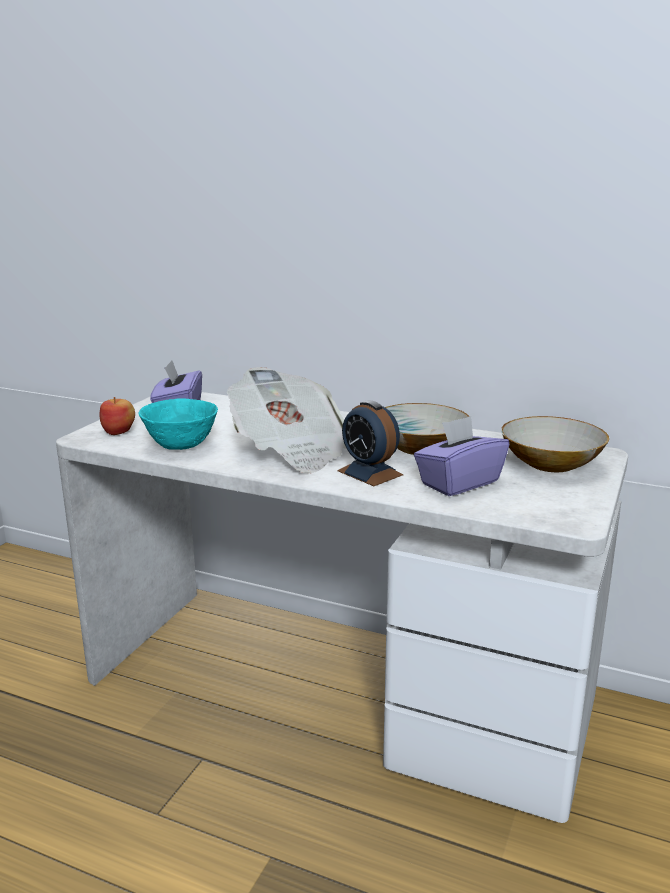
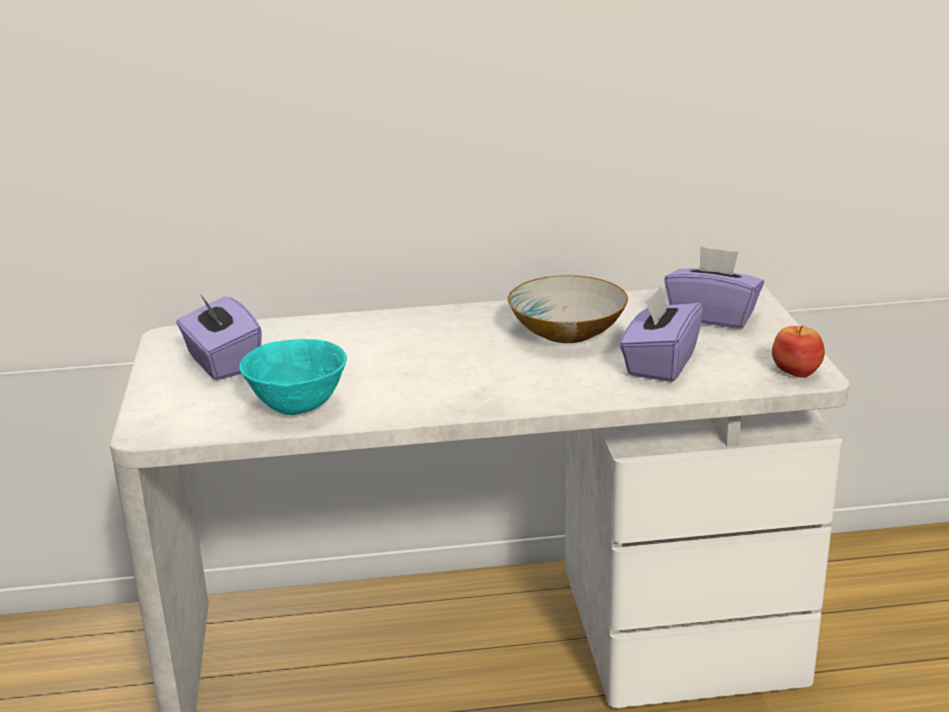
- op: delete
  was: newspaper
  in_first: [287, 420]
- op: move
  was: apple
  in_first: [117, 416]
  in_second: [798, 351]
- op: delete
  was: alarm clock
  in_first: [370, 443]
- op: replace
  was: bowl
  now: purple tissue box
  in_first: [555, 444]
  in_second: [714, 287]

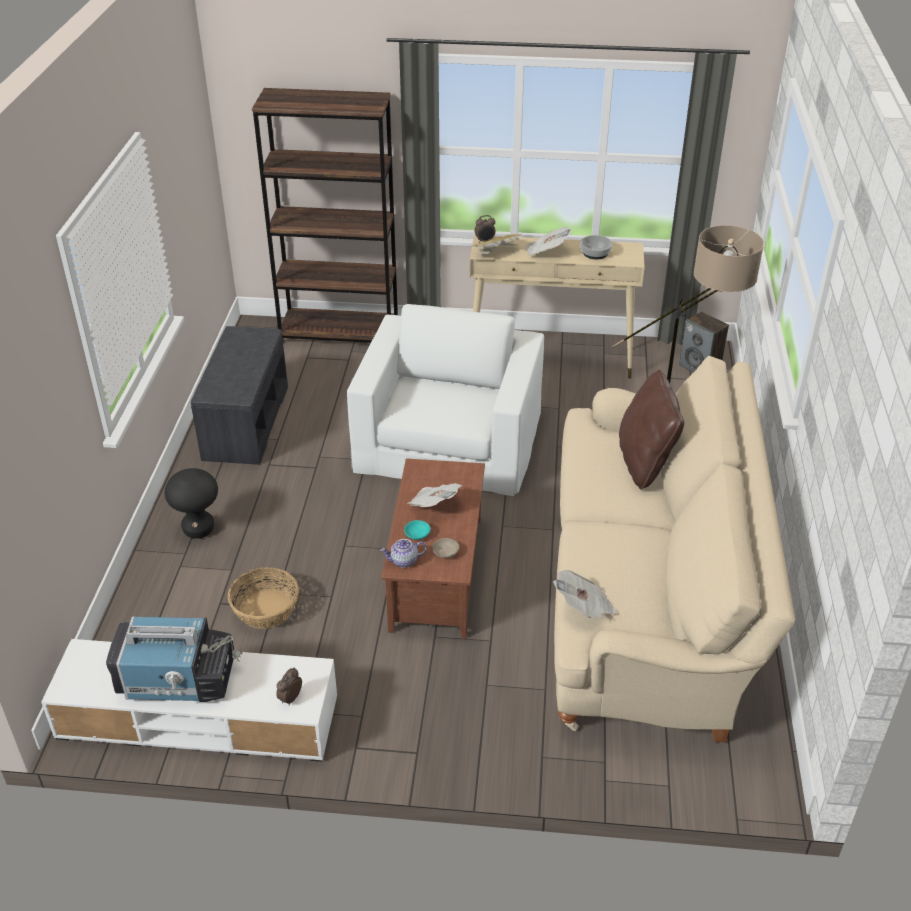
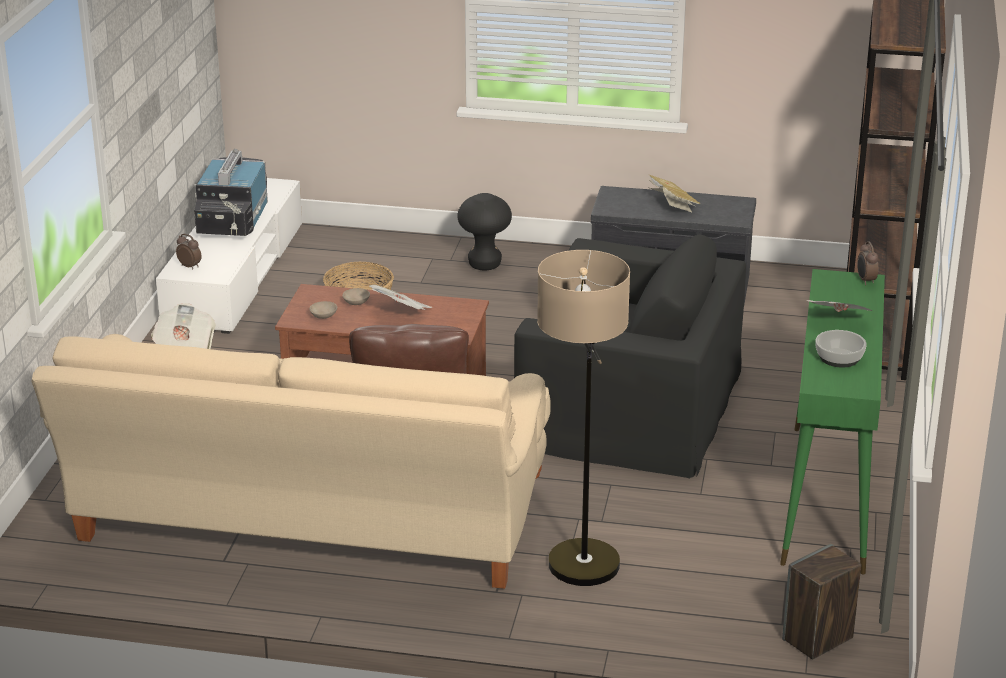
- op: move
  was: book
  in_first: [496, 244]
  in_second: [674, 193]
- op: recolor
  was: beige console table
  now: green console table
  in_first: [557, 307]
  in_second: [832, 421]
- op: recolor
  was: white armchair
  now: black armchair
  in_first: [445, 400]
  in_second: [630, 356]
- op: recolor
  was: turquoise bowl
  now: beige bowl
  in_first: [417, 530]
  in_second: [356, 296]
- op: delete
  was: teapot
  in_first: [404, 553]

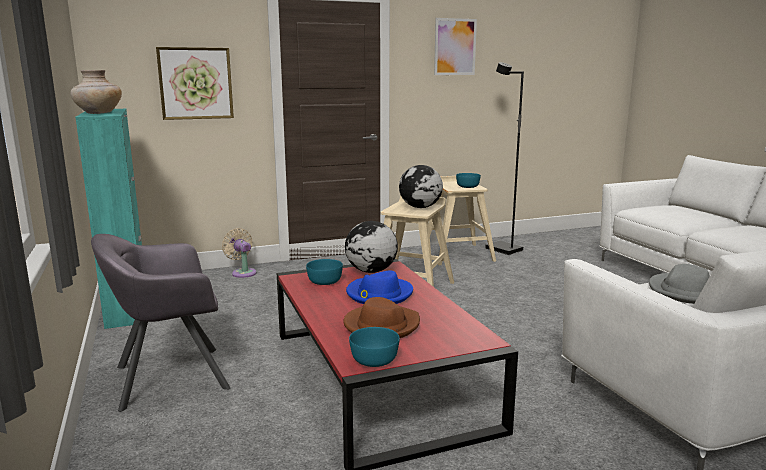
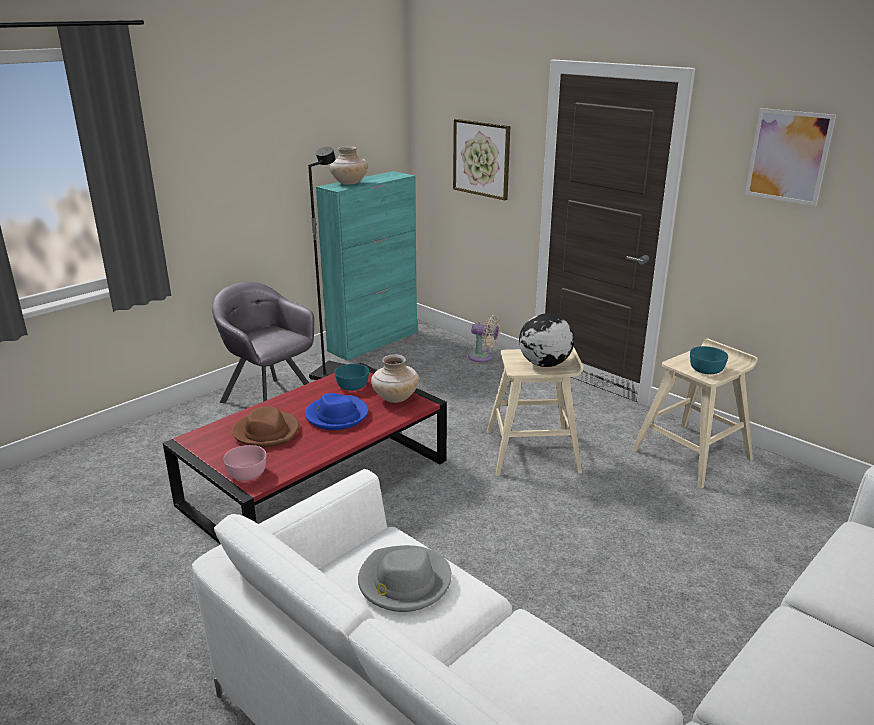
- op: move
  was: black floor lamp
  in_first: [504, 158]
  in_second: [327, 263]
- op: replace
  was: globe
  now: beige vase
  in_first: [371, 247]
  in_second: [395, 378]
- op: rotate
  was: beige fan
  in_first: [239, 253]
  in_second: [484, 338]
  clockwise: 90
- op: delete
  was: turquoise bowl
  in_first: [374, 347]
- op: insert
  now: pink bowl
  in_second: [244, 463]

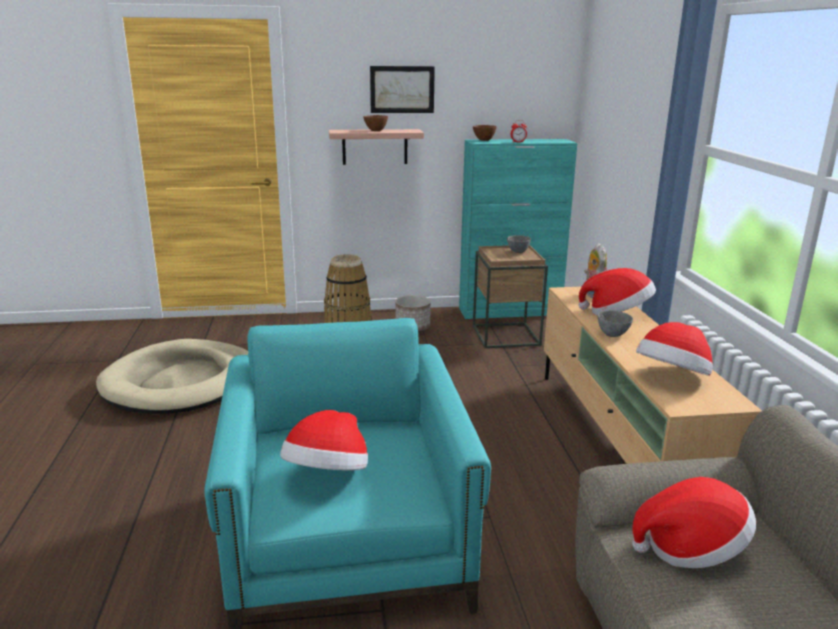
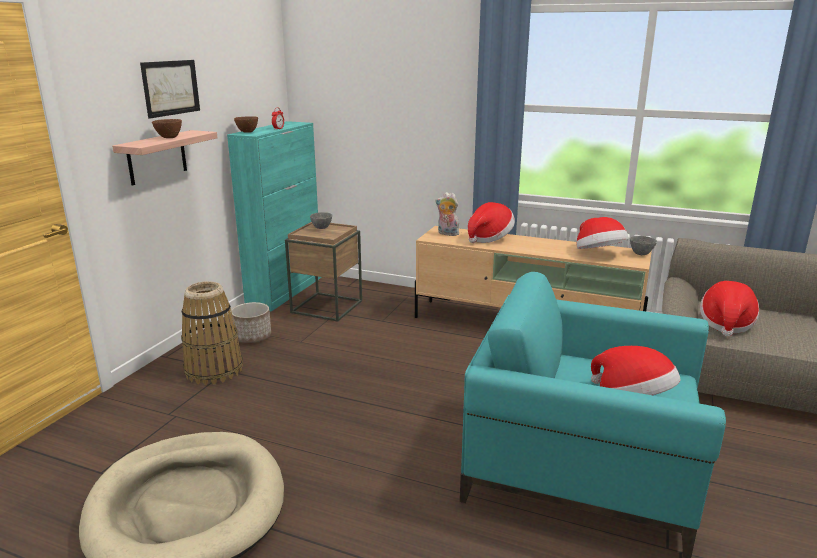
- op: move
  was: grey bowl
  in_first: [615, 323]
  in_second: [643, 245]

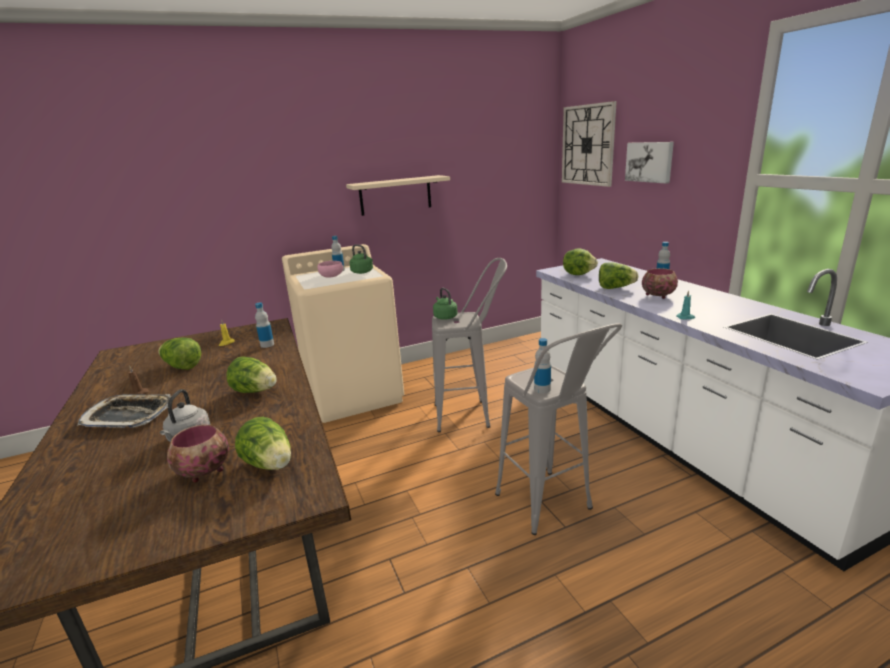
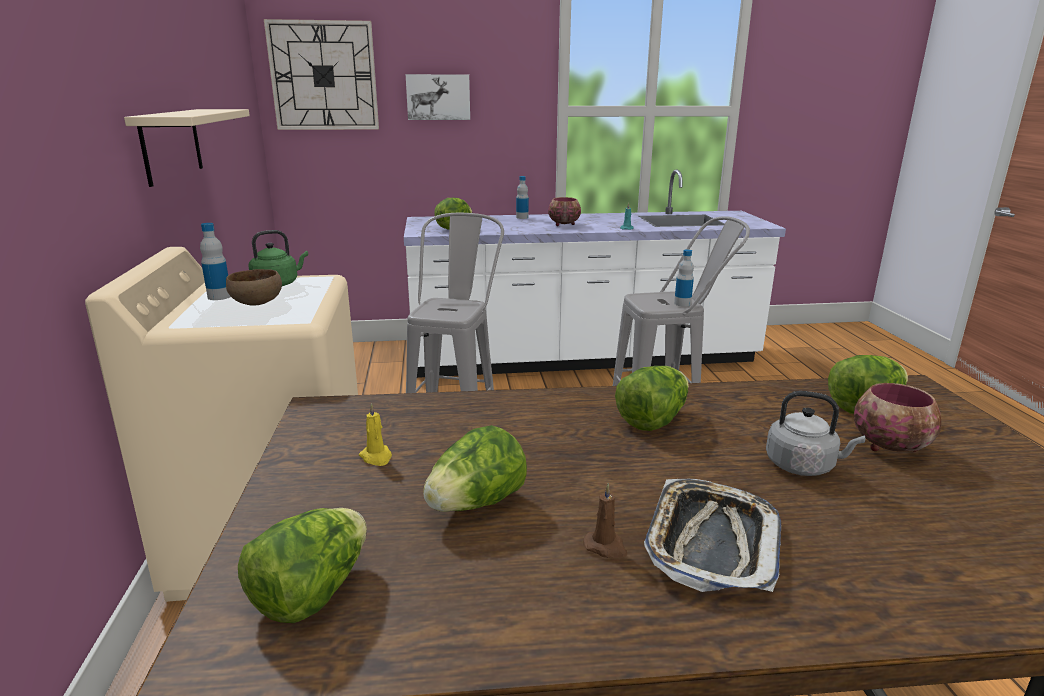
- op: recolor
  was: pink bowl
  now: brown bowl
  in_first: [330, 269]
  in_second: [254, 287]
- op: move
  was: lettuce
  in_first: [618, 275]
  in_second: [302, 565]
- op: delete
  was: green kettle
  in_first: [445, 304]
- op: delete
  was: bottle
  in_first: [264, 325]

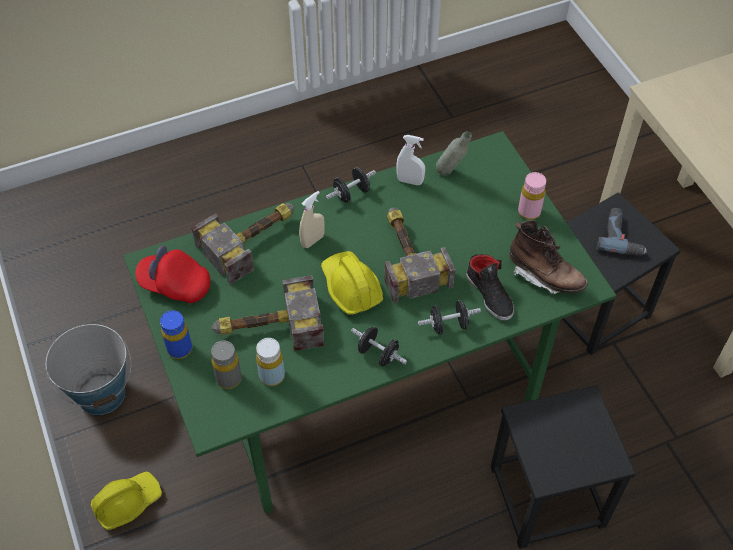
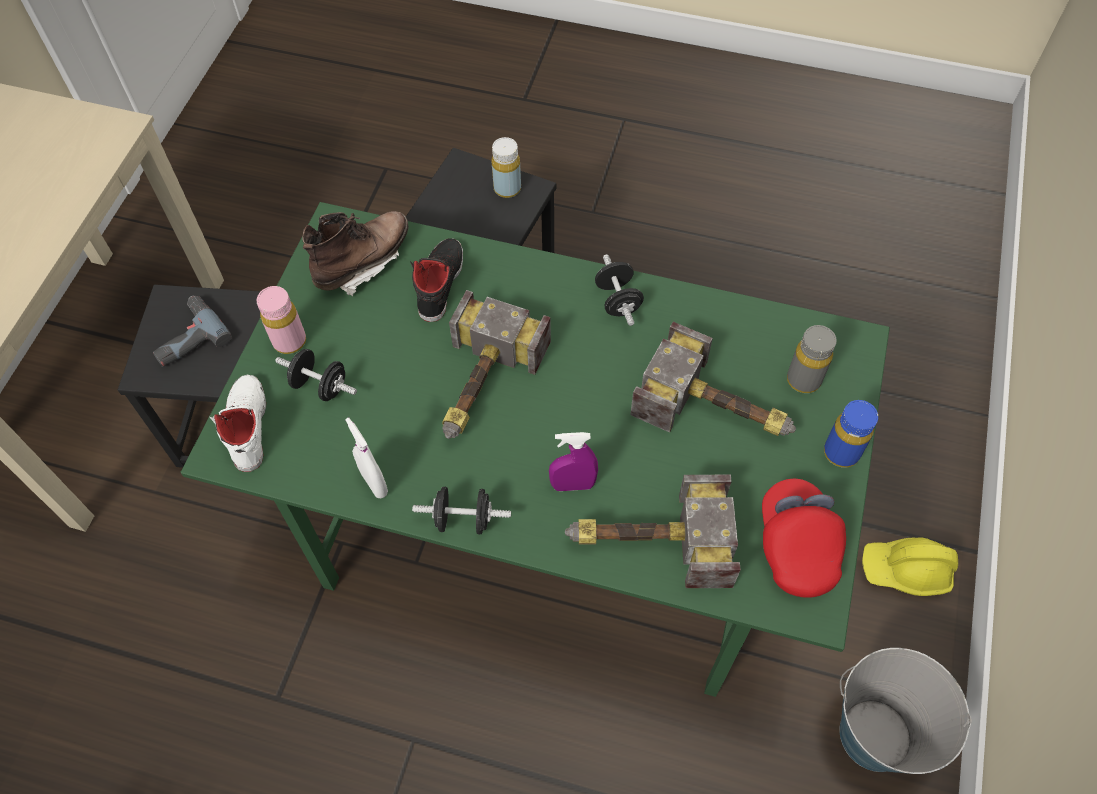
- op: delete
  was: grey bottle
  in_first: [454, 153]
- op: recolor
  was: beige spray bottle
  now: purple spray bottle
  in_first: [312, 219]
  in_second: [573, 461]
- op: rotate
  was: brown boot
  in_first: [548, 257]
  in_second: [355, 253]
  clockwise: 60
- op: rotate
  was: red cap
  in_first: [173, 274]
  in_second: [804, 538]
  clockwise: -150
- op: delete
  was: yellow hard hat
  in_first: [352, 283]
- op: move
  was: black dumbbell
  in_first: [449, 317]
  in_second: [316, 375]
- op: move
  was: yellow bottle
  in_first: [270, 362]
  in_second: [506, 167]
- op: insert
  now: white shoe
  in_second: [238, 423]

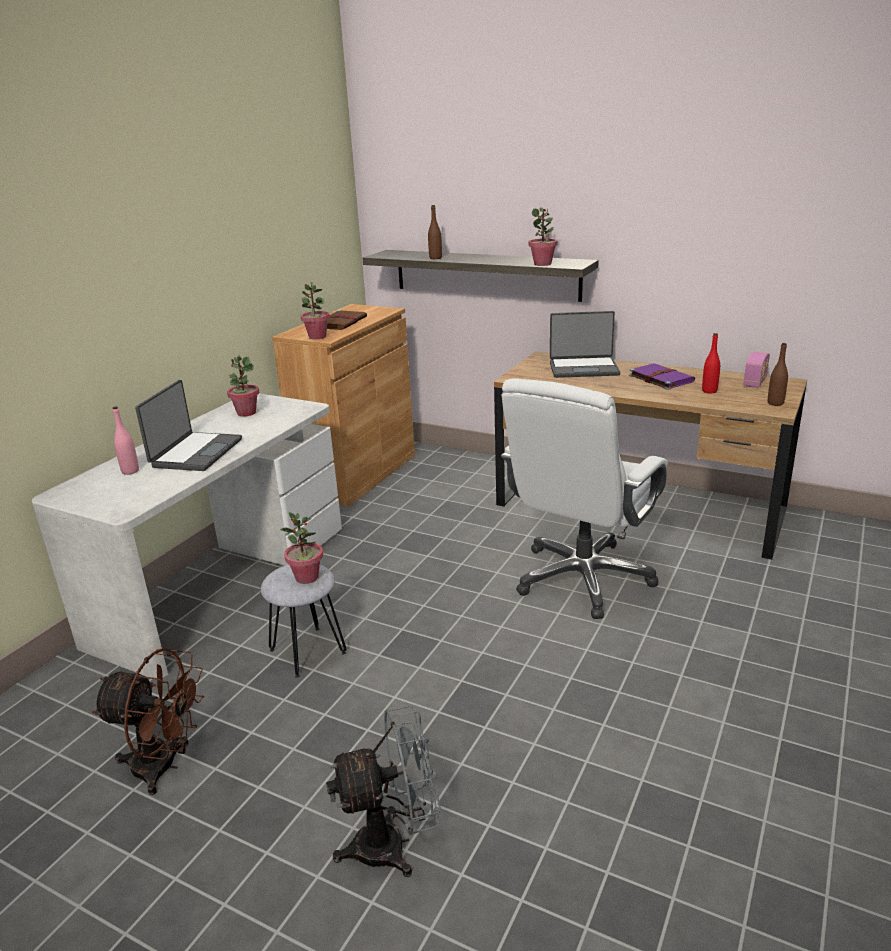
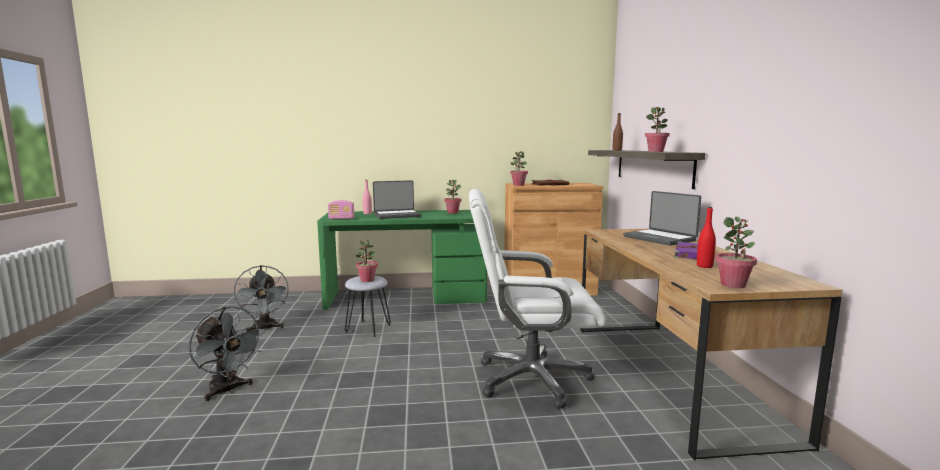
- op: replace
  was: brown bottle
  now: potted plant
  in_first: [778, 374]
  in_second: [736, 252]
- op: move
  was: radio
  in_first: [756, 369]
  in_second: [341, 209]
- op: recolor
  was: white desk
  now: green desk
  in_first: [187, 535]
  in_second: [402, 260]
- op: recolor
  was: brown fan
  now: grey fan
  in_first: [148, 721]
  in_second: [261, 298]

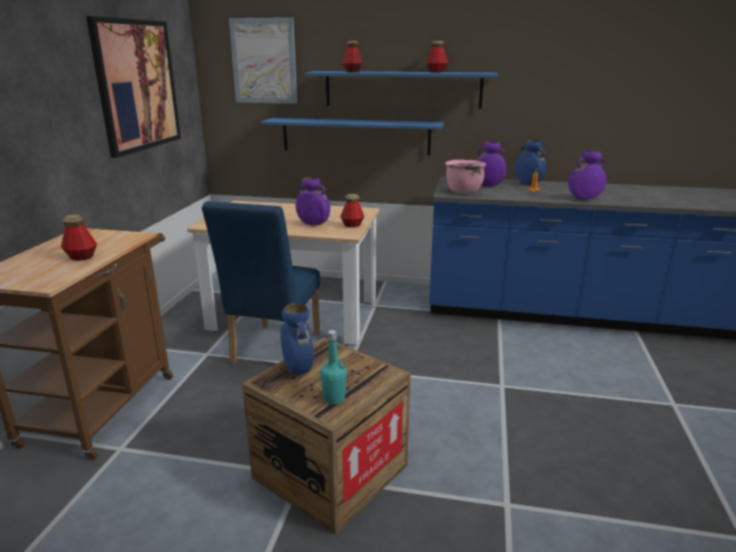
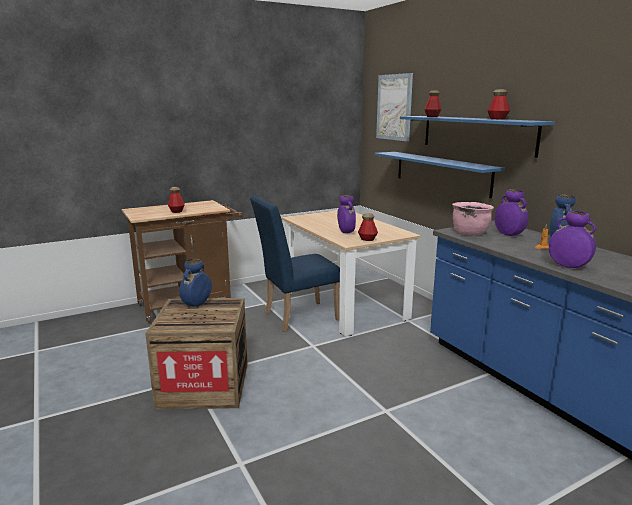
- op: delete
  was: picture
  in_first: [133, 87]
- op: delete
  was: turquoise bottle
  in_first: [333, 367]

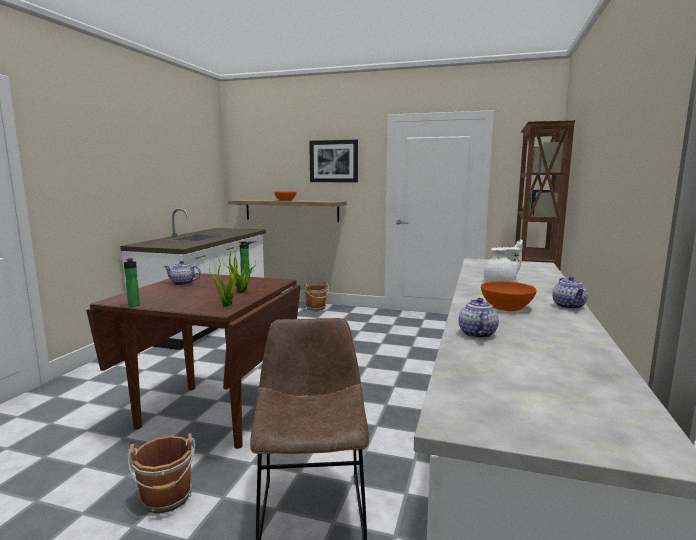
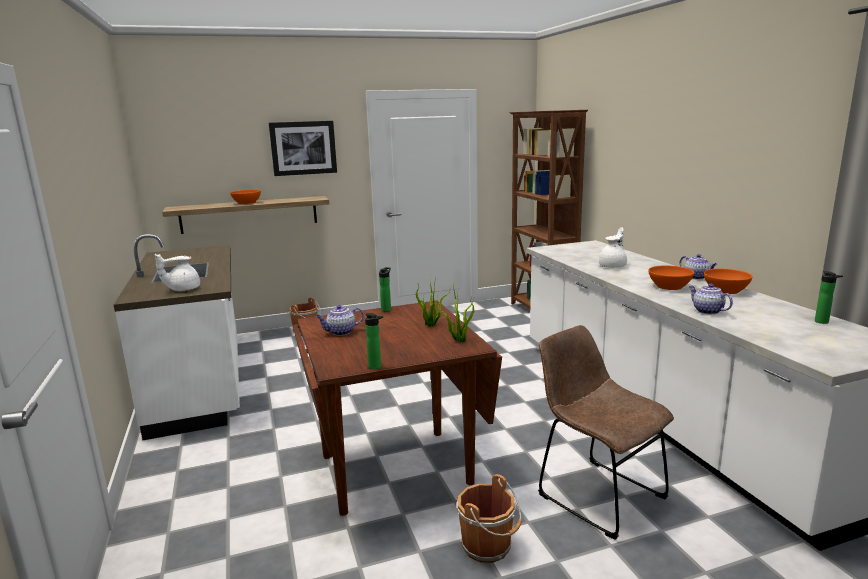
- op: insert
  now: white teapot
  in_second: [177, 272]
- op: insert
  now: orange bowl
  in_second: [728, 281]
- op: insert
  now: bottle
  in_second: [829, 297]

